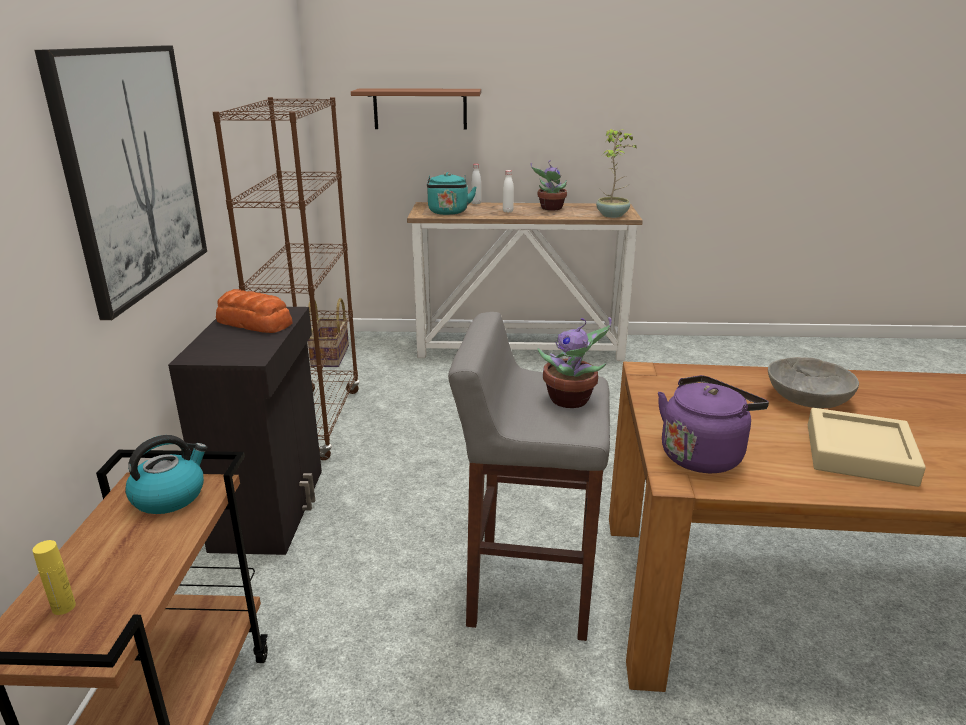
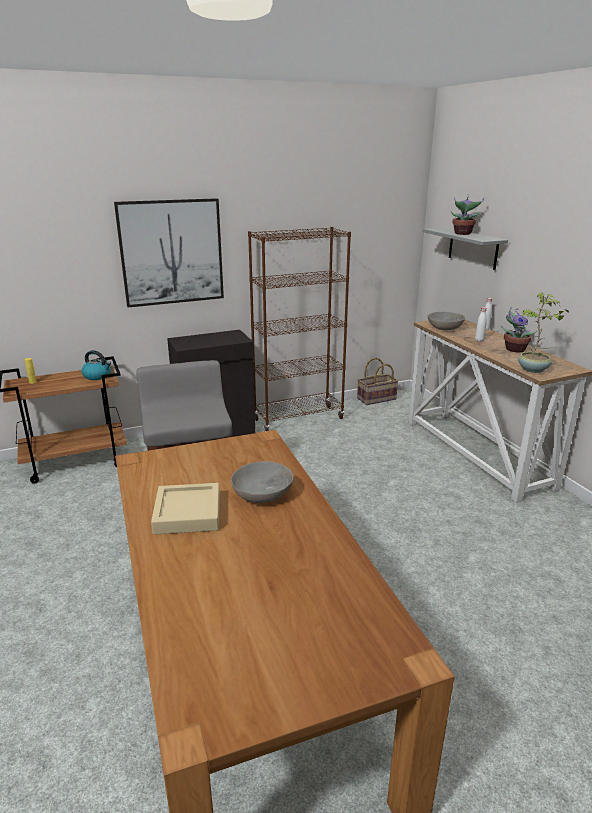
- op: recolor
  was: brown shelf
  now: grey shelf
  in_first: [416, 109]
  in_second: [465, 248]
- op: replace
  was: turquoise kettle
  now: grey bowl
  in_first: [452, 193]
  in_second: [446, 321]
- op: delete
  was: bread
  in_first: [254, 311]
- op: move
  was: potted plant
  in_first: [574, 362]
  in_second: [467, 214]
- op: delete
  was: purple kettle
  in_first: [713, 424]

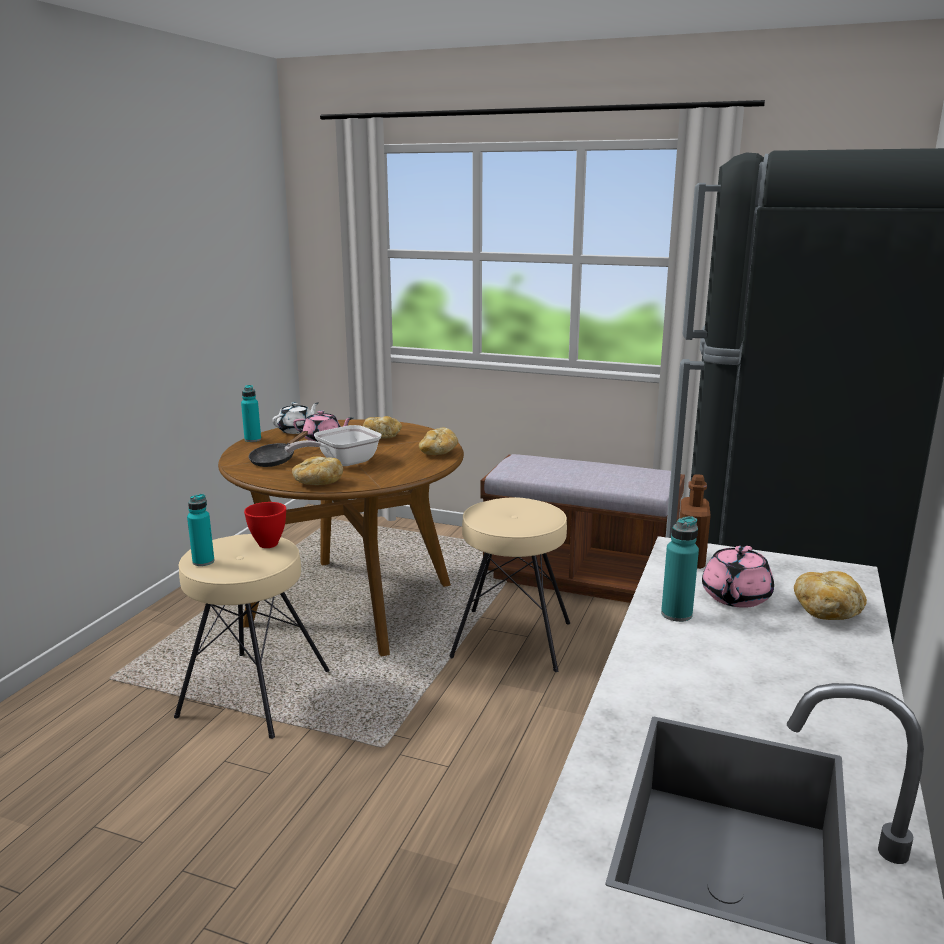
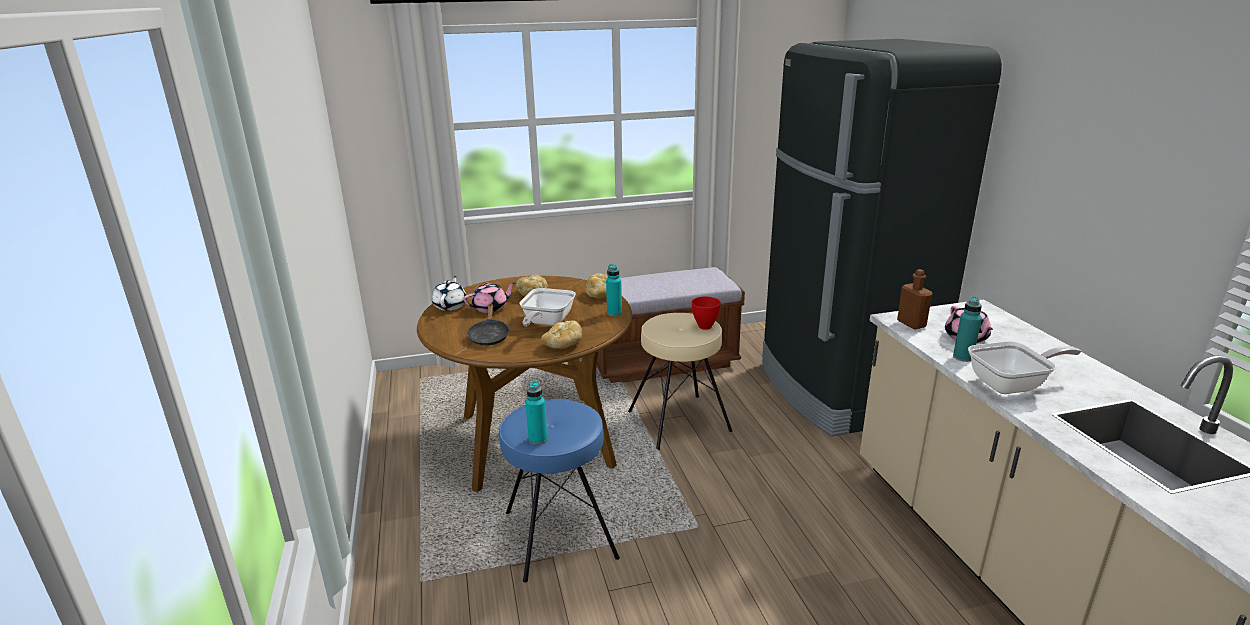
- op: move
  was: turquoise bottle
  in_first: [251, 413]
  in_second: [614, 290]
- op: move
  was: red bowl
  in_first: [265, 525]
  in_second: [706, 313]
- op: recolor
  was: beige stool
  now: blue stool
  in_first: [252, 636]
  in_second: [559, 491]
- op: delete
  was: bread
  in_first: [830, 595]
- op: insert
  now: frying pan
  in_second: [1024, 367]

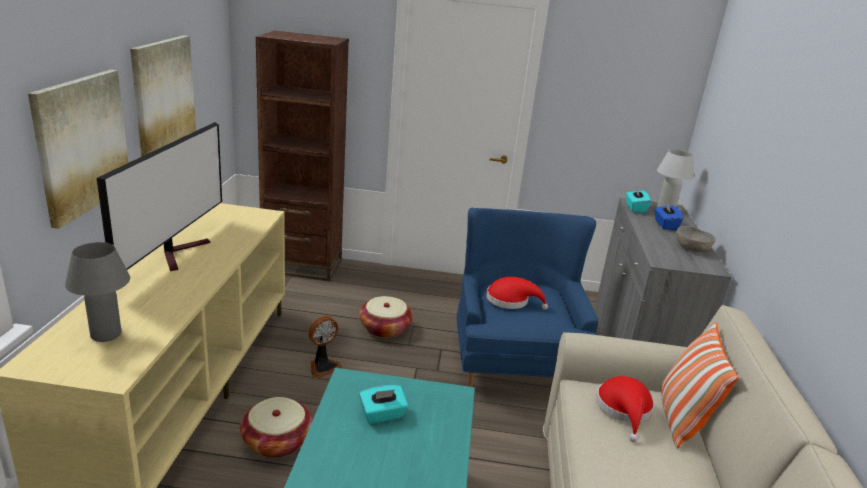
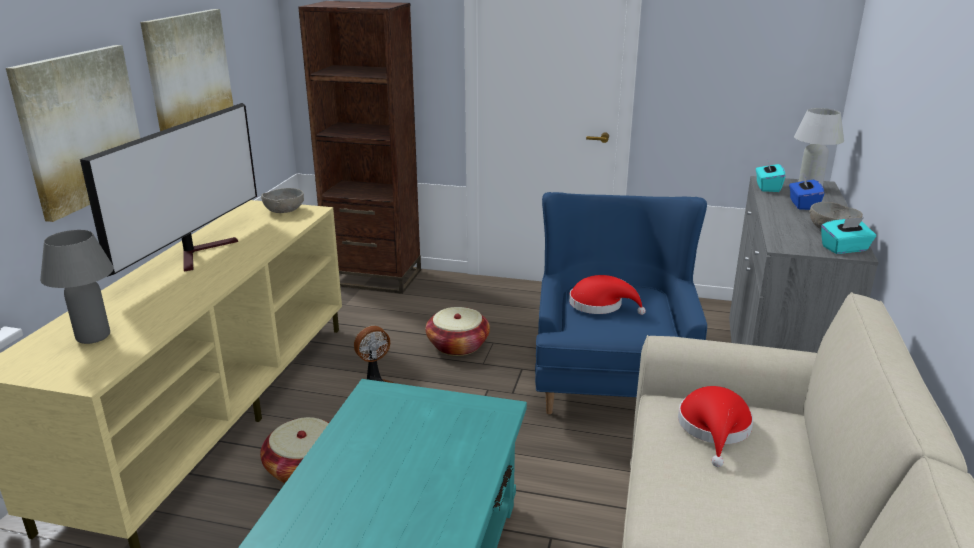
- op: delete
  was: pillow
  in_first: [699, 385]
- op: move
  was: turquoise tissue box
  in_first: [383, 404]
  in_second: [848, 235]
- op: insert
  now: grey bowl
  in_second: [282, 200]

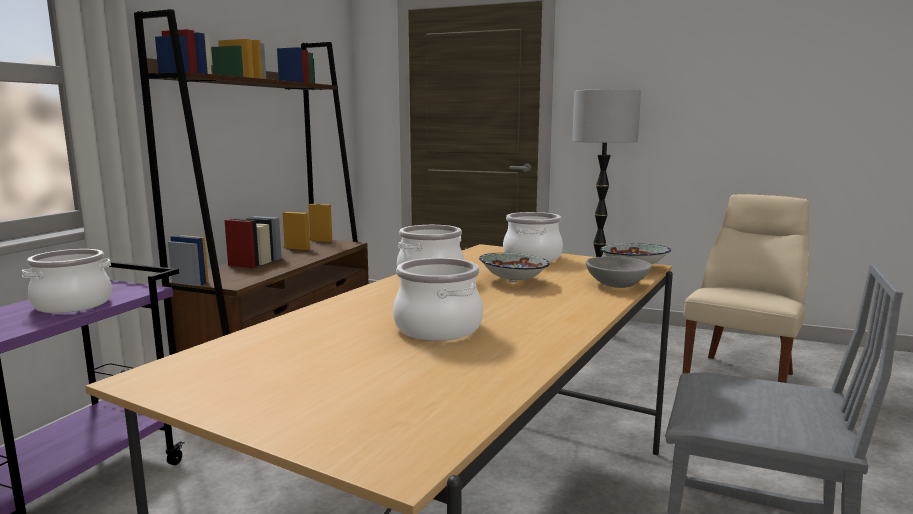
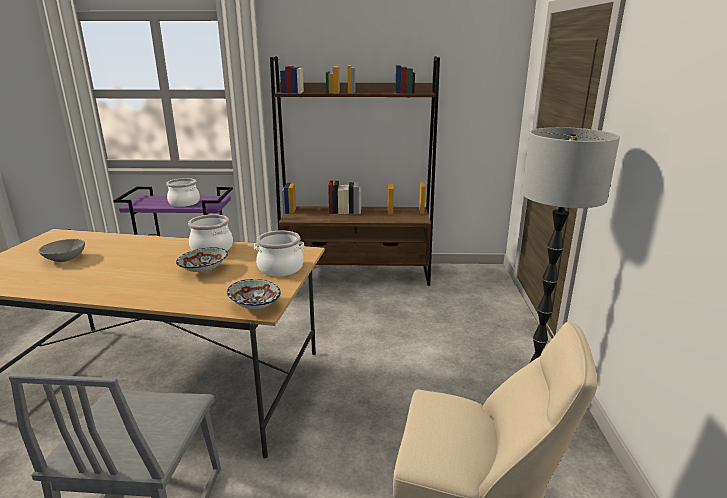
- op: move
  was: grey bowl
  in_first: [619, 272]
  in_second: [61, 250]
- op: delete
  was: cooking pot
  in_first: [438, 299]

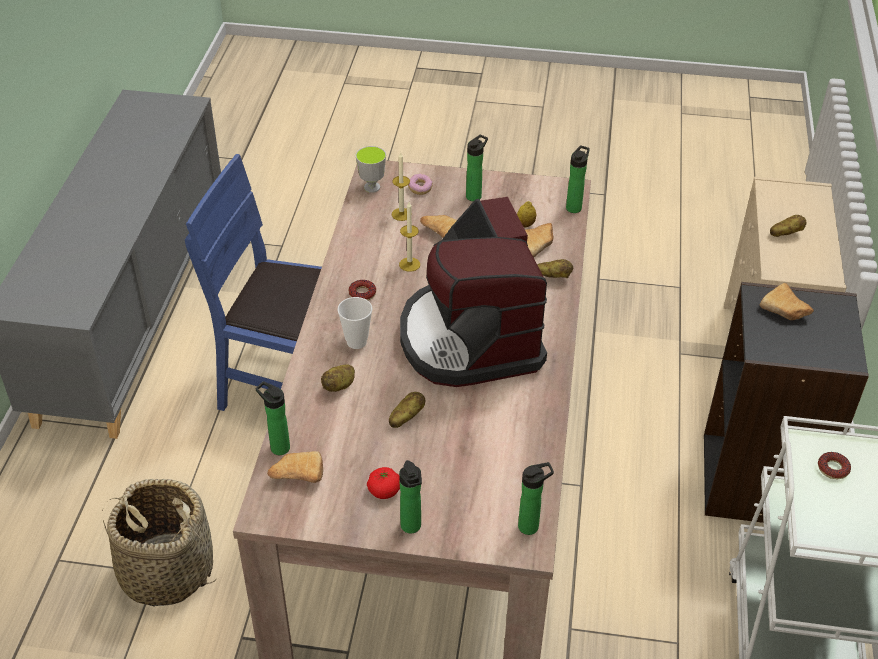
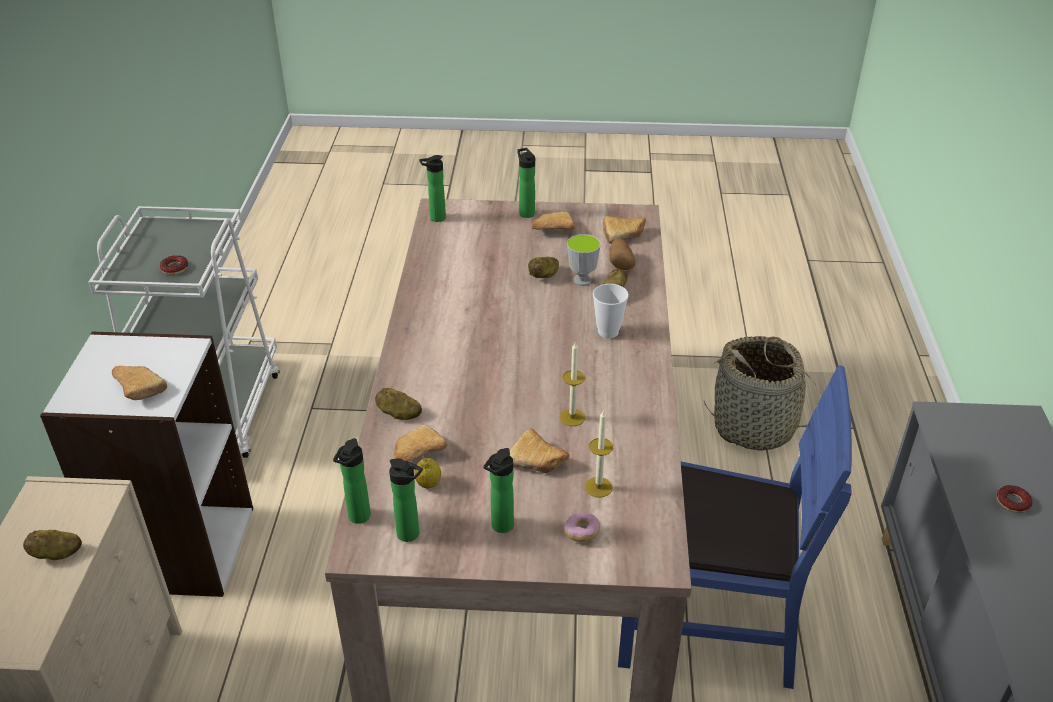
- op: move
  was: cup
  in_first: [371, 169]
  in_second: [584, 260]
- op: delete
  was: coffee machine
  in_first: [473, 292]
- op: move
  was: donut
  in_first: [362, 290]
  in_second: [1014, 499]
- op: recolor
  was: black bookcase
  now: white bookcase
  in_first: [786, 402]
  in_second: [146, 464]
- op: move
  was: bottle
  in_first: [273, 418]
  in_second: [406, 500]
- op: replace
  was: tomato
  now: bread
  in_first: [383, 483]
  in_second: [553, 221]
- op: insert
  now: potato
  in_second: [622, 254]

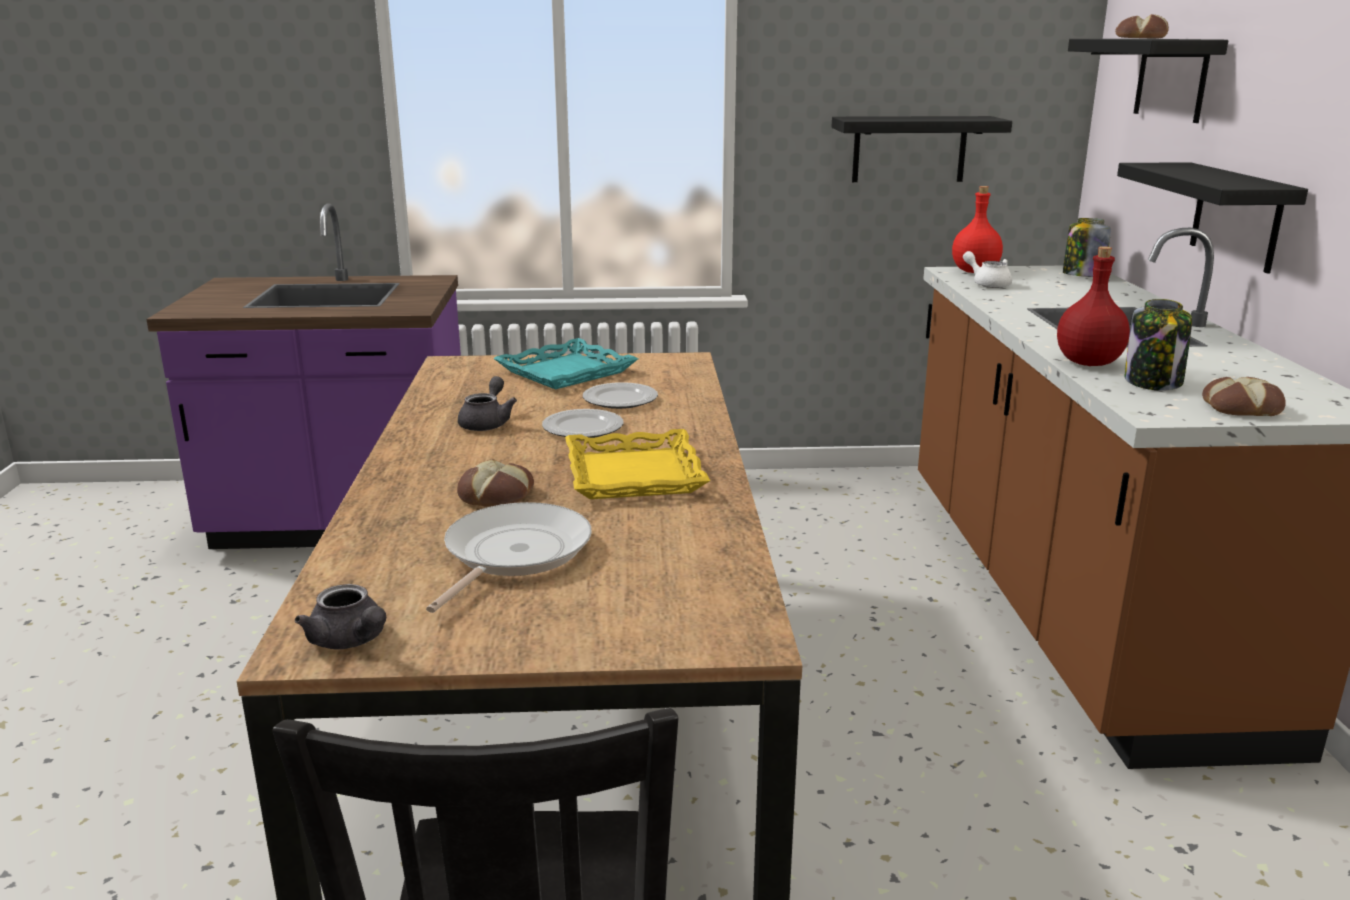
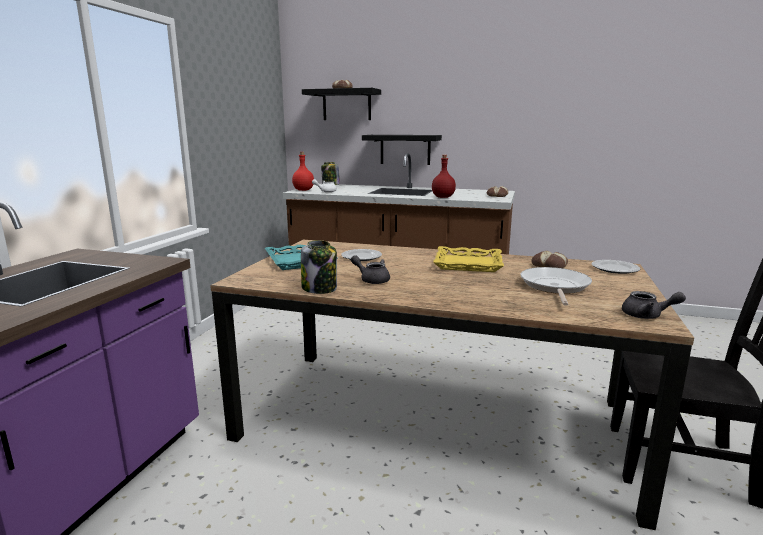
- op: delete
  was: black shelf
  in_first: [922, 149]
- op: move
  was: jar
  in_first: [1158, 345]
  in_second: [319, 267]
- op: move
  was: plate
  in_first: [583, 423]
  in_second: [615, 267]
- op: move
  was: bread
  in_first: [495, 483]
  in_second: [550, 259]
- op: rotate
  was: frying pan
  in_first: [509, 557]
  in_second: [556, 286]
  clockwise: 60
- op: rotate
  was: grey teapot
  in_first: [340, 616]
  in_second: [654, 305]
  clockwise: 45

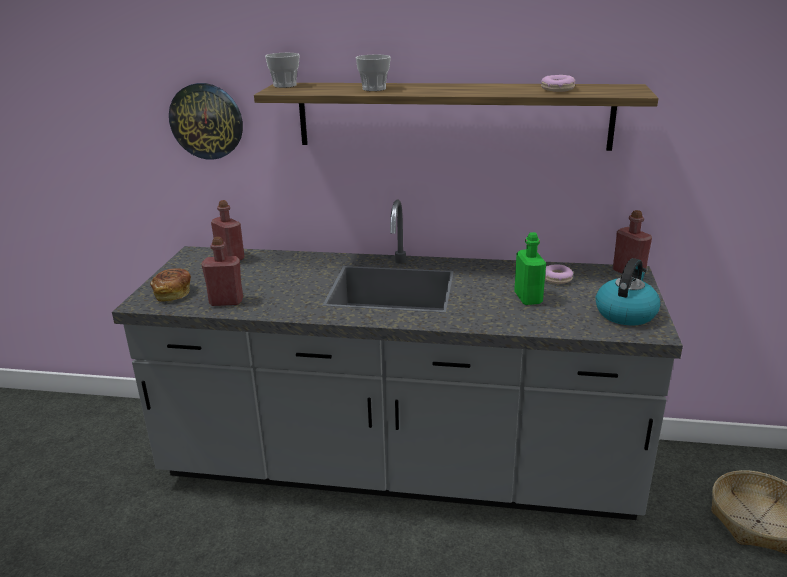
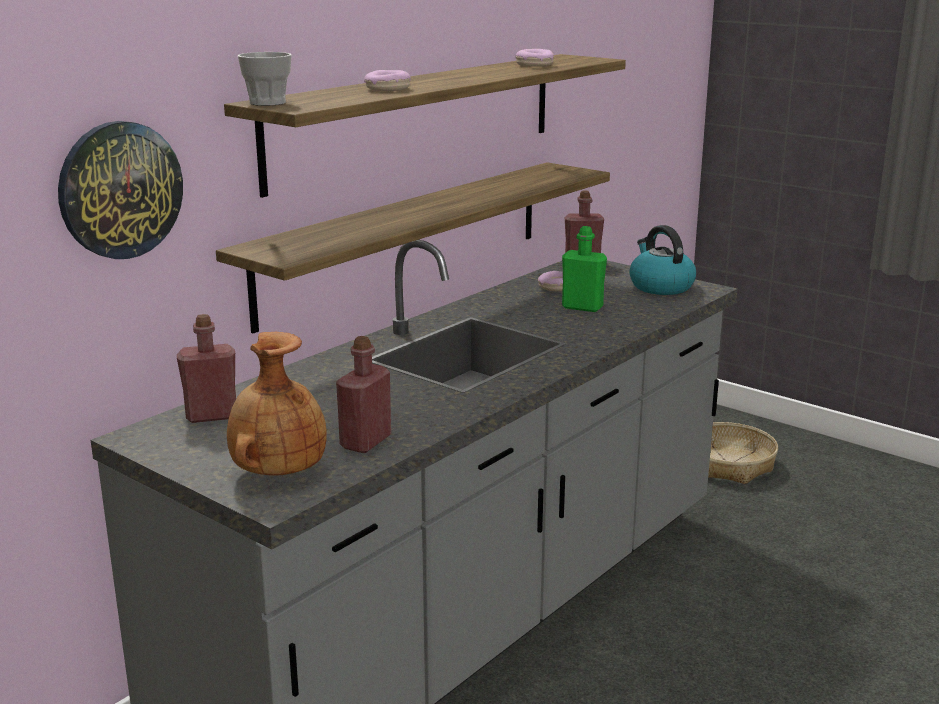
- op: replace
  was: cup
  now: donut
  in_first: [373, 73]
  in_second: [387, 80]
- op: replace
  was: bread
  now: brown vase
  in_first: [170, 284]
  in_second: [277, 404]
- op: insert
  now: shelf
  in_second: [413, 247]

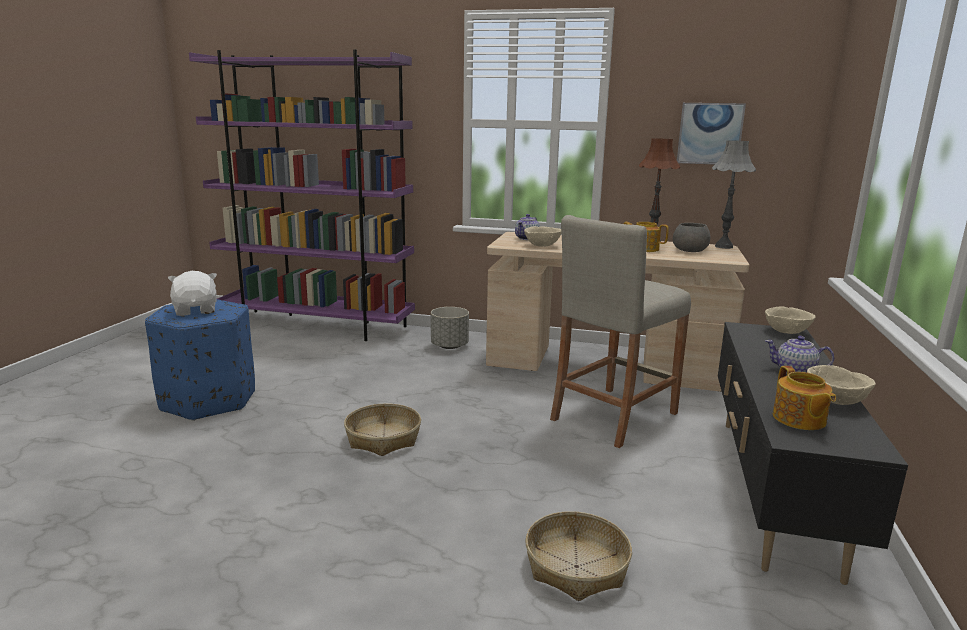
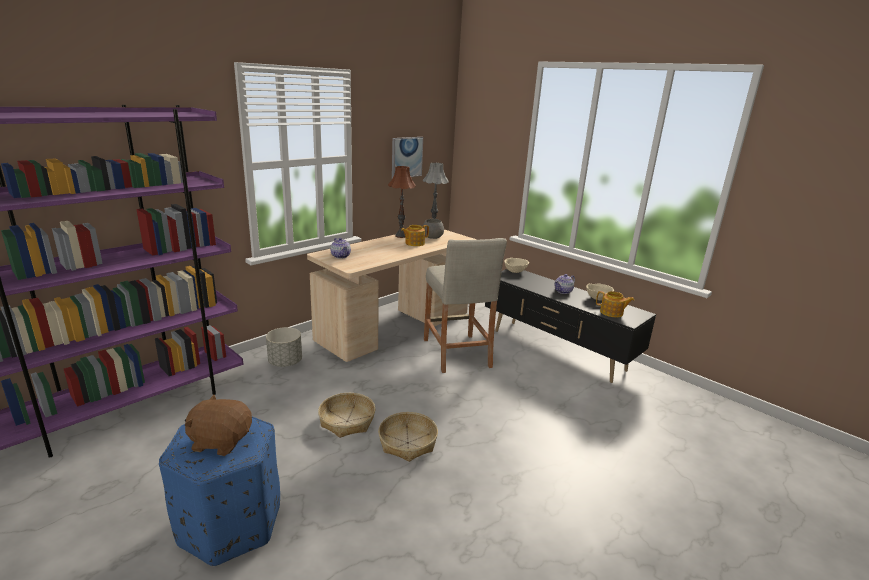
- op: delete
  was: beige bowl
  in_first: [542, 236]
- op: recolor
  was: white plush toy
  now: brown plush toy
  in_first: [192, 293]
  in_second: [218, 425]
- op: move
  was: basket
  in_first: [578, 556]
  in_second: [347, 415]

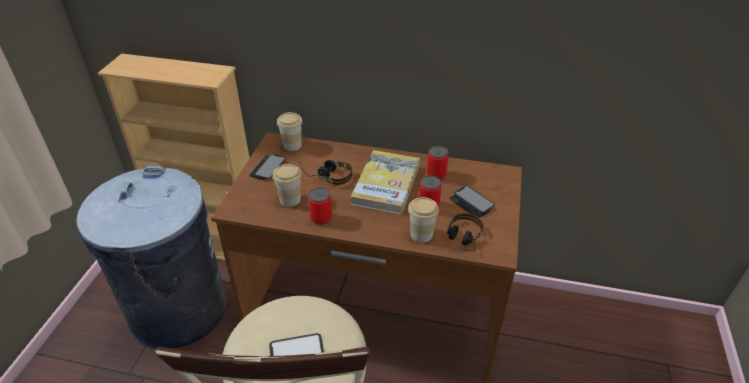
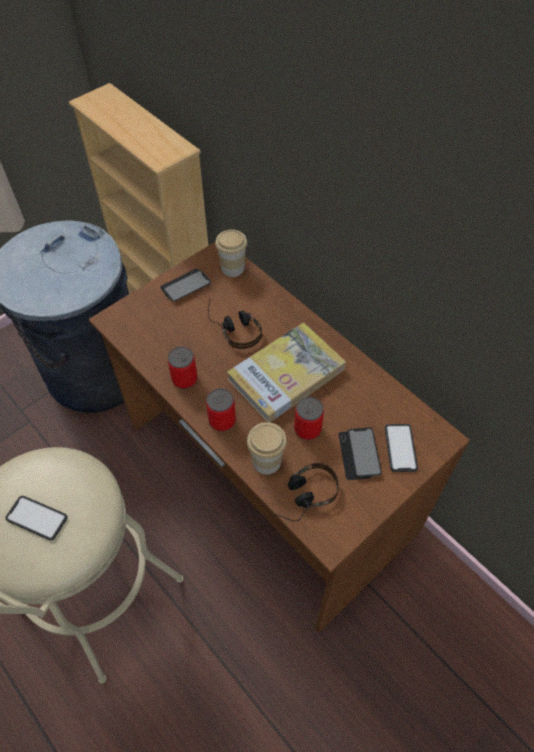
- op: move
  was: can
  in_first: [438, 163]
  in_second: [221, 409]
- op: delete
  was: cup
  in_first: [287, 185]
- op: insert
  now: phone
  in_second: [401, 448]

